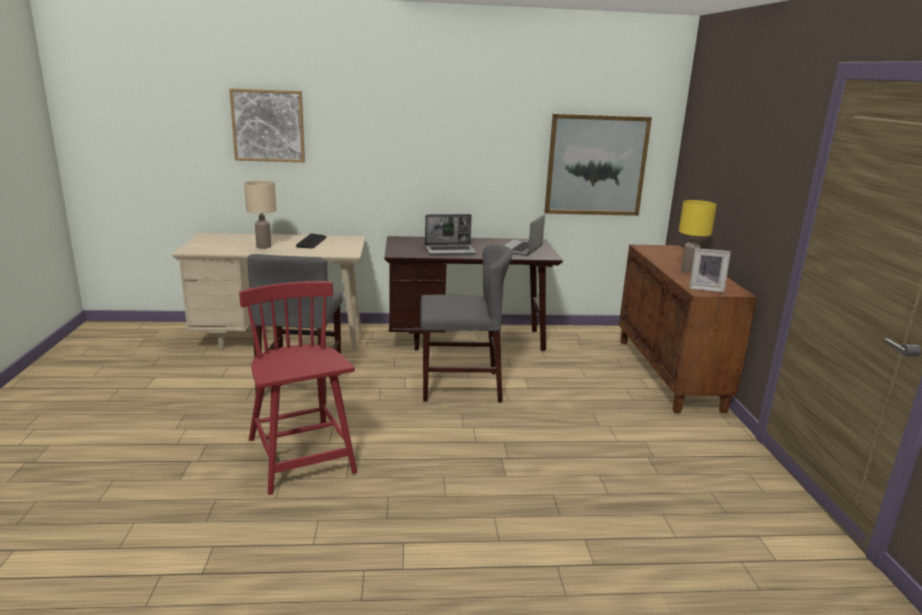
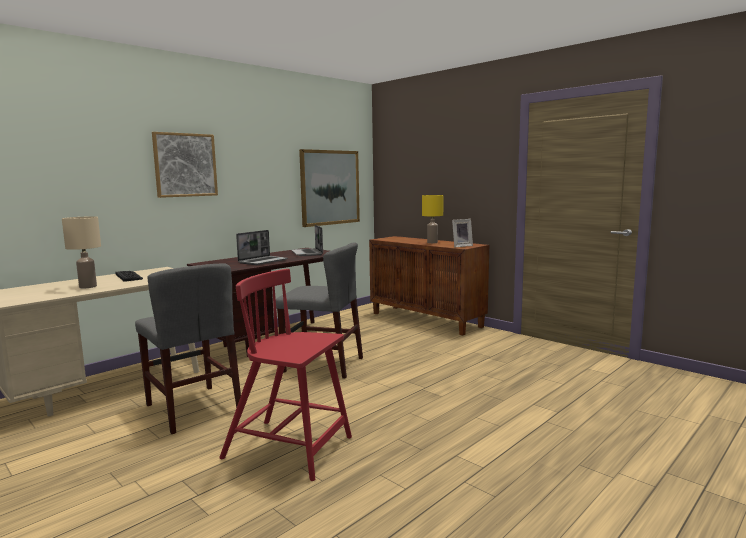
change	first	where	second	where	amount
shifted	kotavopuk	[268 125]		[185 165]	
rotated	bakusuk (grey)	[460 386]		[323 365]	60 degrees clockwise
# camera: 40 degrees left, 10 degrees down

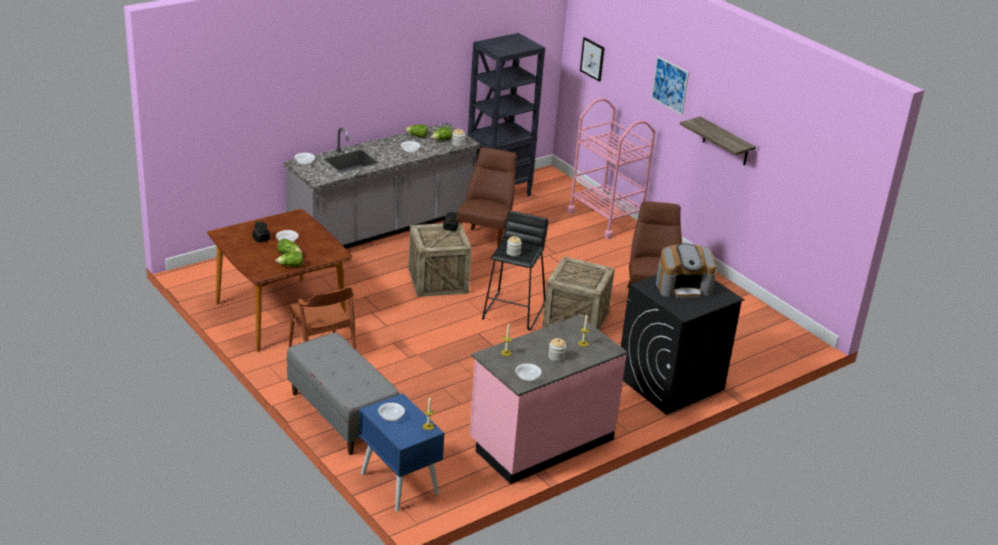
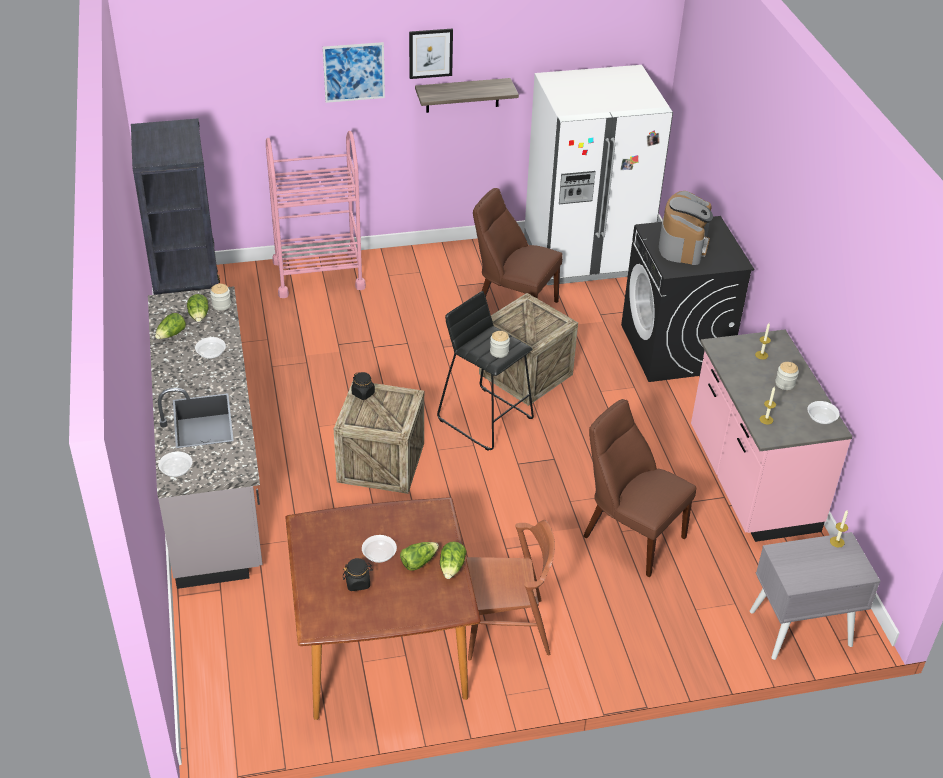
change	first	where	second	where	amount
gone	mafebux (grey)	[341 415]			
gone	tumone	[391 417]			
new			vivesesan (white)	[585 256]	
shifted	bakusuk (brown)	[485 242]		[630 534]	
shifted	kotavopuk	[592 59]		[430 53]	
repainted	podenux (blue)	[399 483]	podenux (grey)	[800 628]	
# camera: 65 degrees left, 10 degrees up

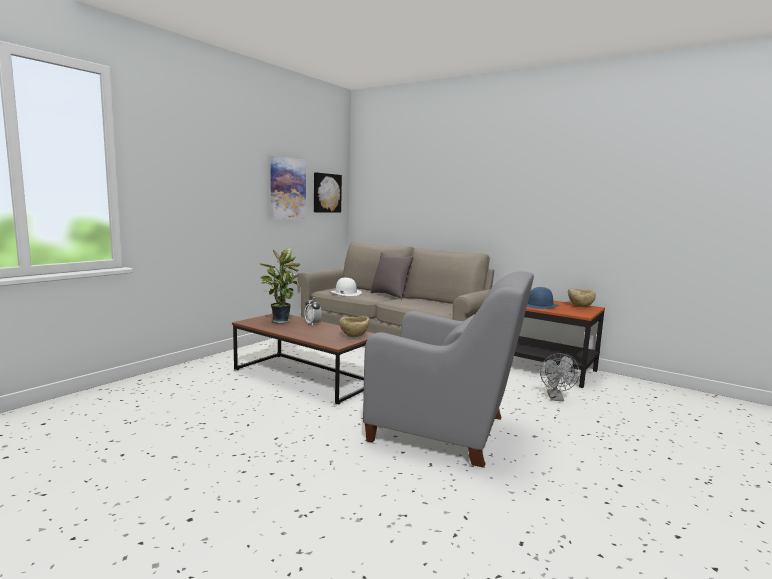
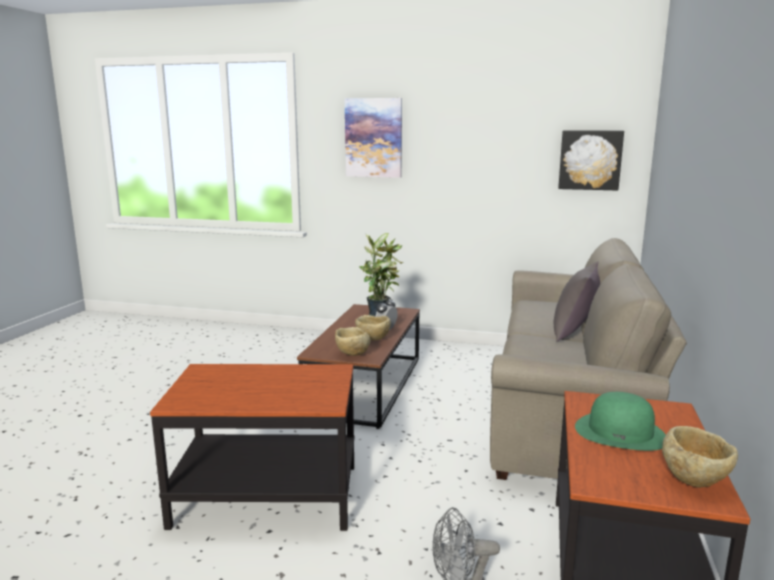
change	first	where	second	where	amount
gone	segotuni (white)	[346 292]			
new			tumone (beige)	[373 340]	
shifted	kotavopuk	[287 188]		[373 138]	
swapped	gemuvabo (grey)	[445 430]	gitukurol	[267 496]	
repainted	segotuni (blue)	[539 305]	segotuni (green)	[620 432]	
# camera: 70 degrees right, 5 degrees up

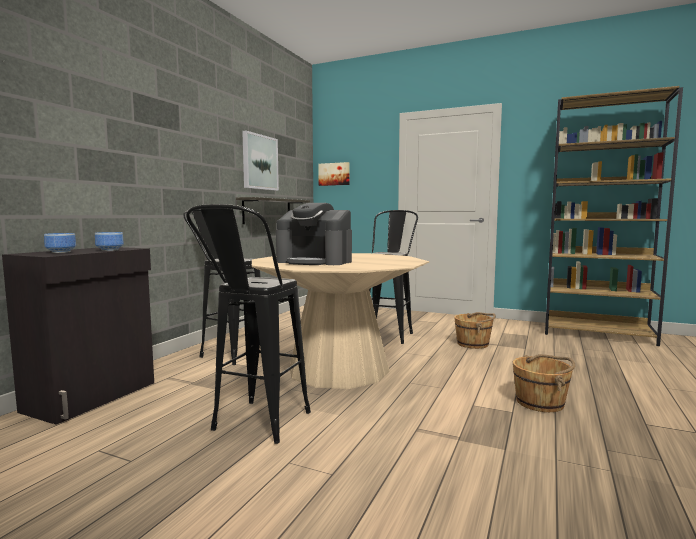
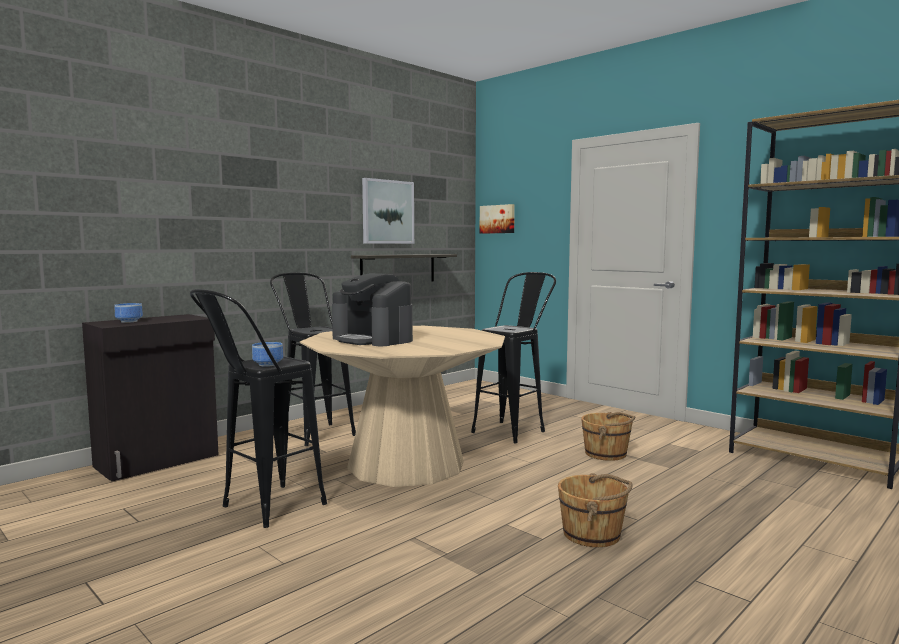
change	first	where	second	where	amount
shifted	tumone	[110 250]		[268 364]	
# camera: 20 degrees right, 0 degrees up

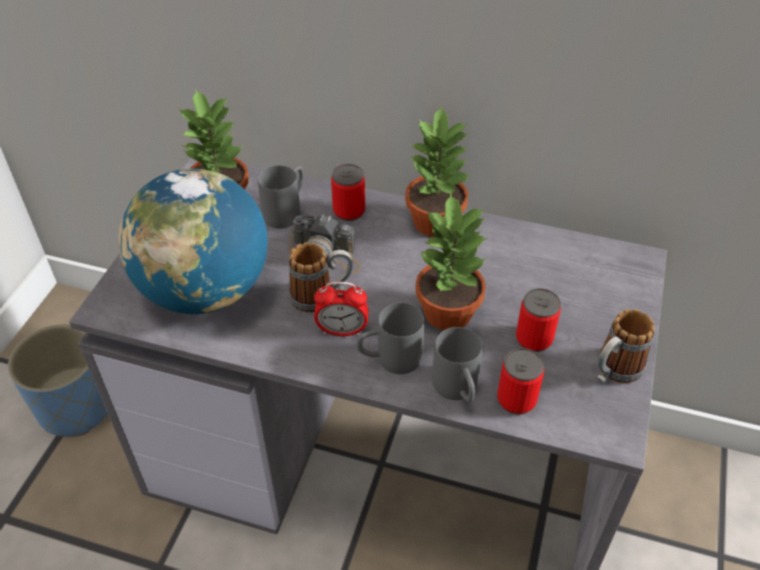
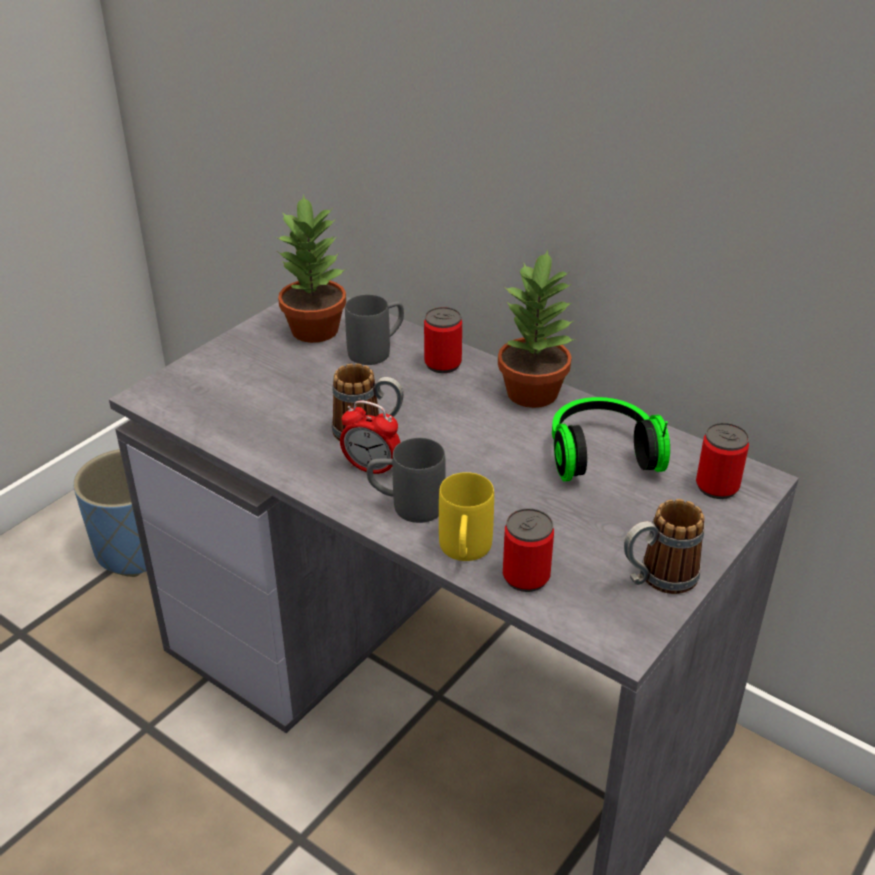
change	first	where	second	where	amount
gone	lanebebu	[206 291]			
gone	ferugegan	[326 253]			
gone	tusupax	[449 312]			
new			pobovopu	[601 454]	
shifted	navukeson	[534 339]		[717 486]	
repainted	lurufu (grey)	[458 391]	lurufu (yellow)	[464 552]	
# camera: 20 degrees right, 10 degrees down

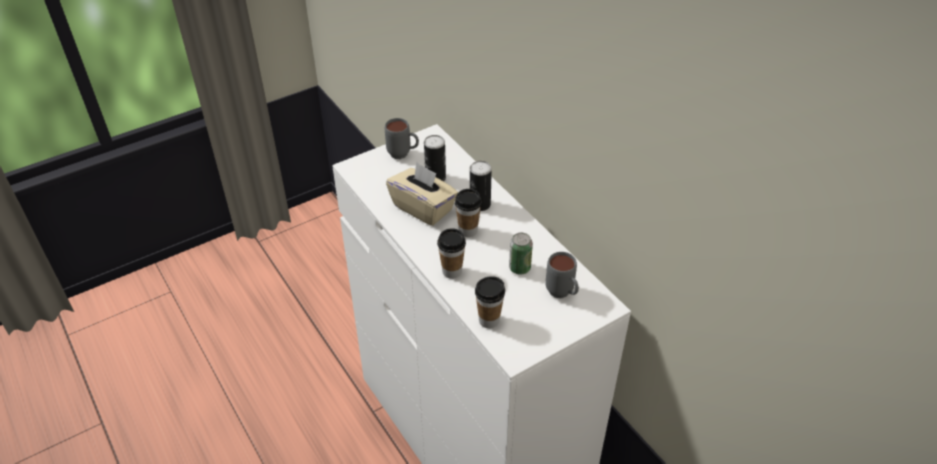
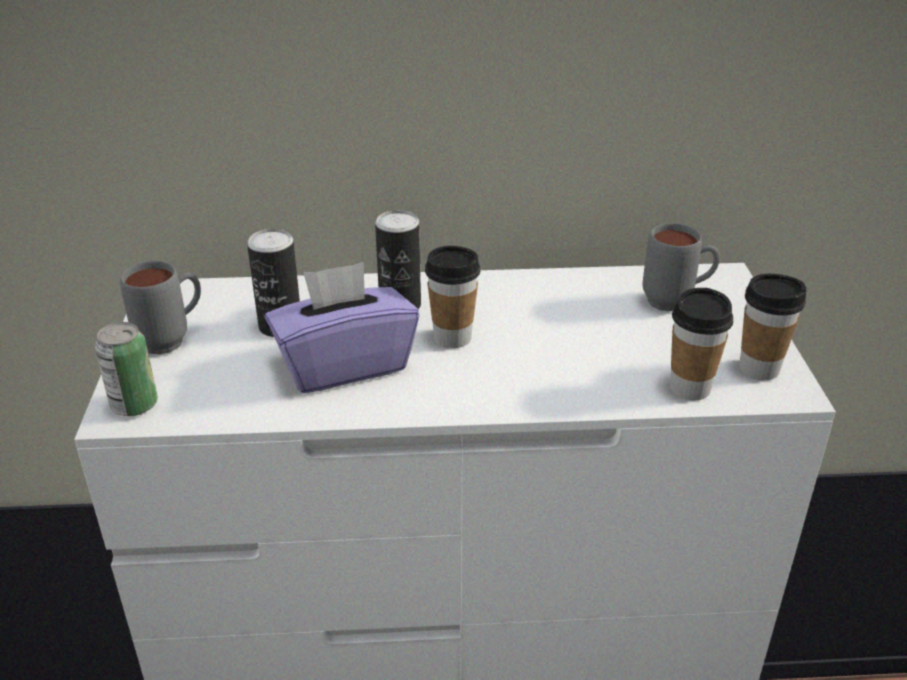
change	first	where	second	where	amount
shifted	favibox	[452 271]		[759 368]	
shifted	navukeson	[519 268]		[134 405]	
repainted	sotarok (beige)	[423 208]	sotarok (purple)	[344 364]	
# camera: 60 degrees left, 10 degrees down

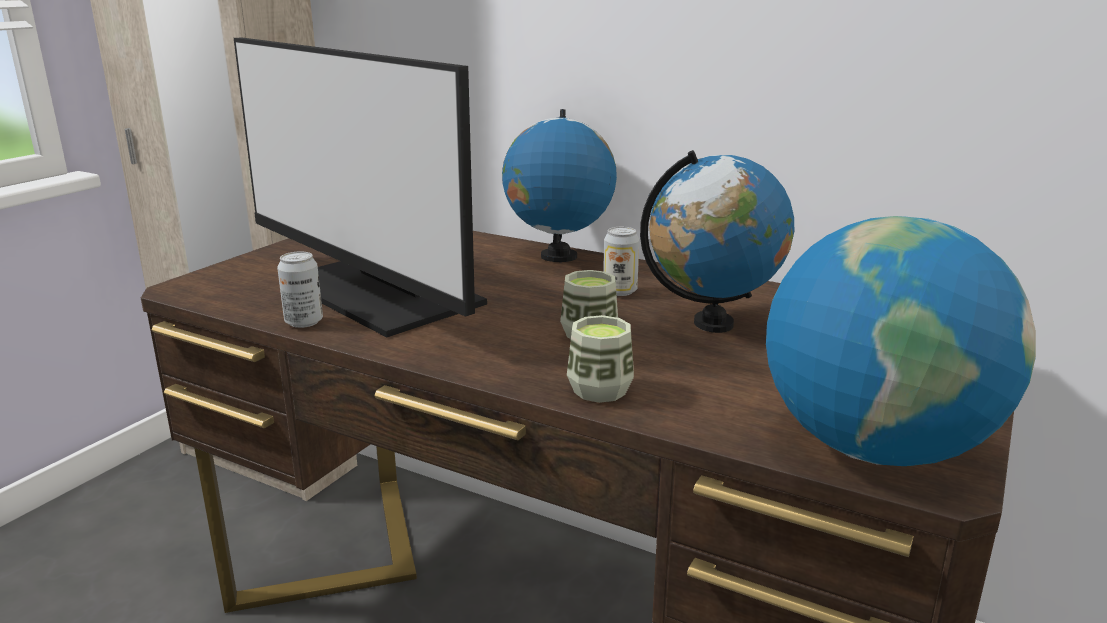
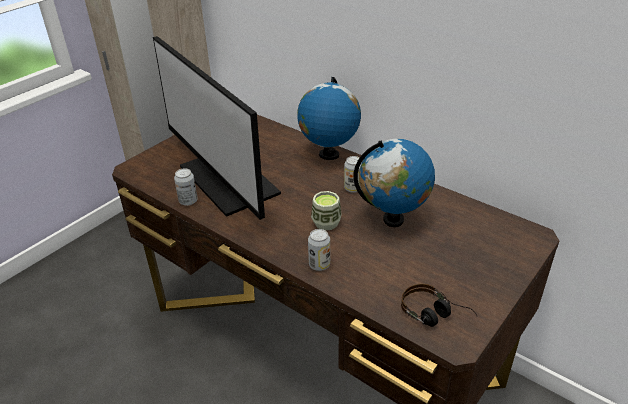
change	first	where	second	where	amount
swapped	favibox	[599 390]	navukeson	[319 265]	
swapped	lanebebu	[875 447]	pobovopu	[436 316]	
# camera: 10 degrees right, 15 degrees up

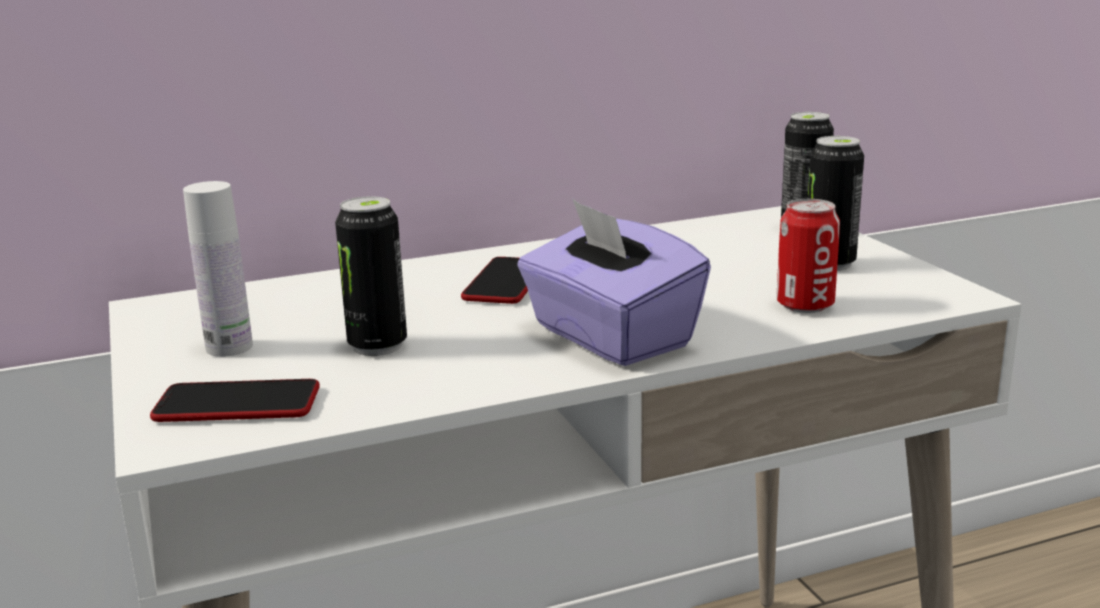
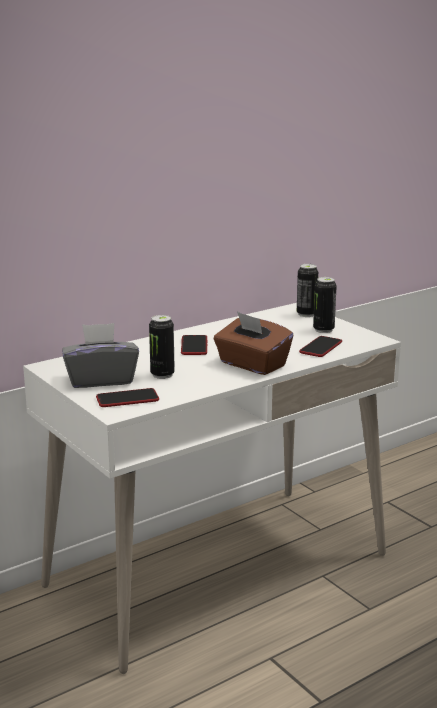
change	first	where	second	where	amount
swapped	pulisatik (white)	[229 347]	sotarok (grey)	[101 380]	
swapped	navukeson	[805 305]	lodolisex	[320 347]	
repainted	sotarok (purple)	[609 337]	sotarok (brown)	[252 365]	
# camera: 15 degrees left, 0 degrees up

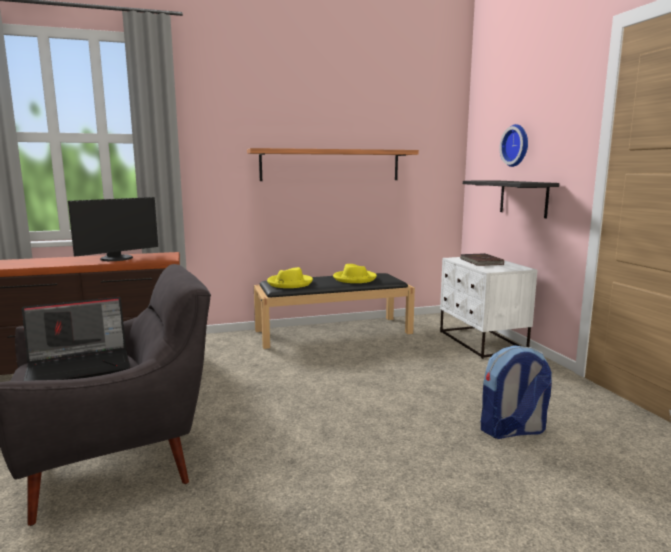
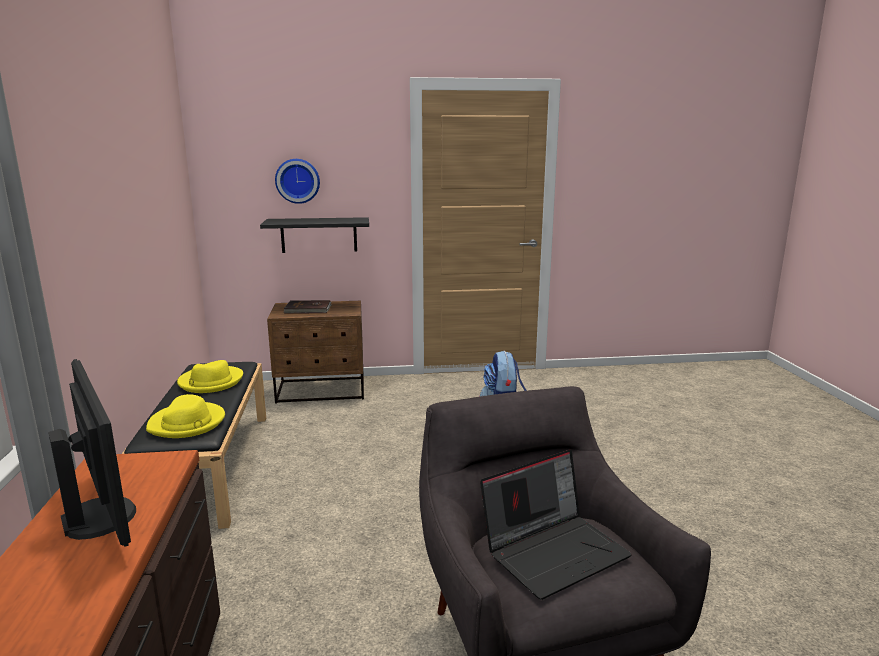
change	first	where	second	where	amount
gone	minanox	[331 165]			
repainted	podenux (white)	[481 342]	podenux (brown)	[322 391]	
rotated	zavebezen	[80 365]		[554 550]	75 degrees clockwise
# camera: 80 degrees left, 5 degrees up

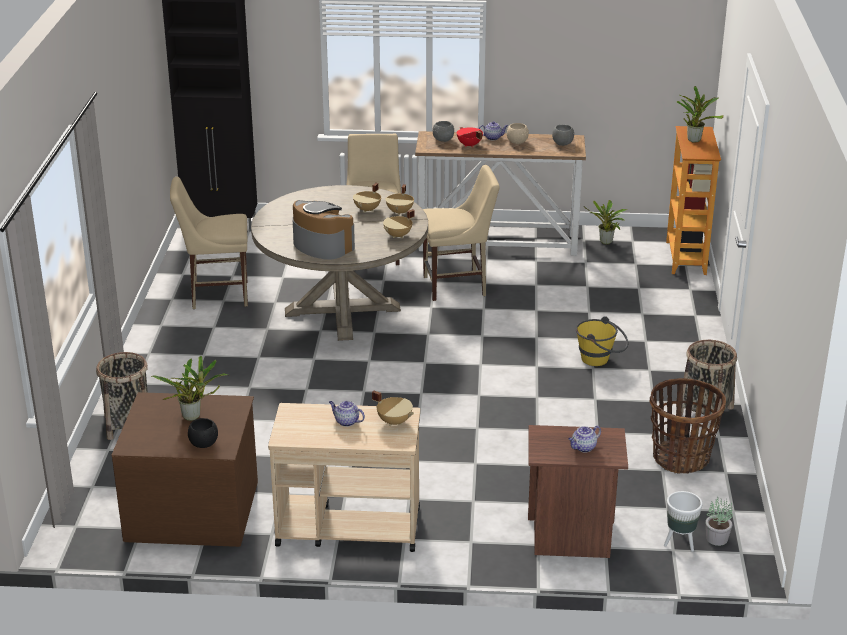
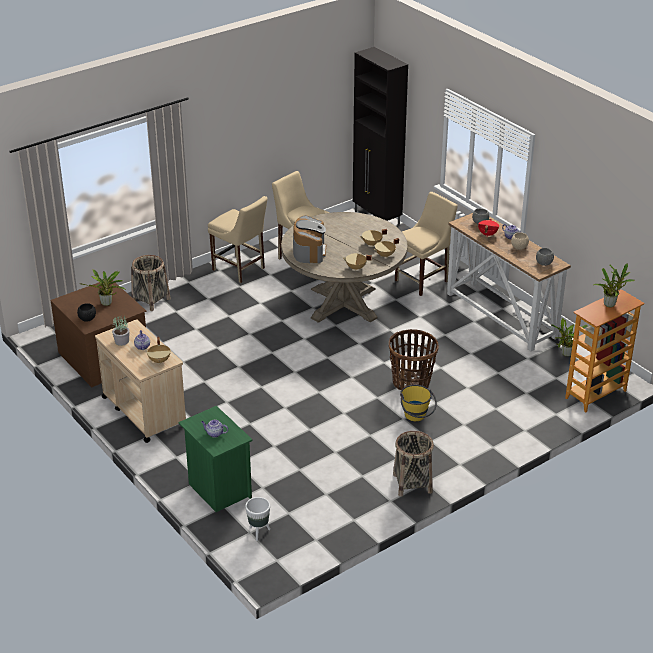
change	first	where	second	where	amount
shifted	bakusuk (beige)	[458 286]		[240 270]	
shifted	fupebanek	[681 458]		[411 382]	
shifted	tusupax	[717 538]		[122 341]	
repainted	podenux (brown)	[570 538]	podenux (green)	[218 490]	
# camera: 50 degrees right, 5 degrees up

